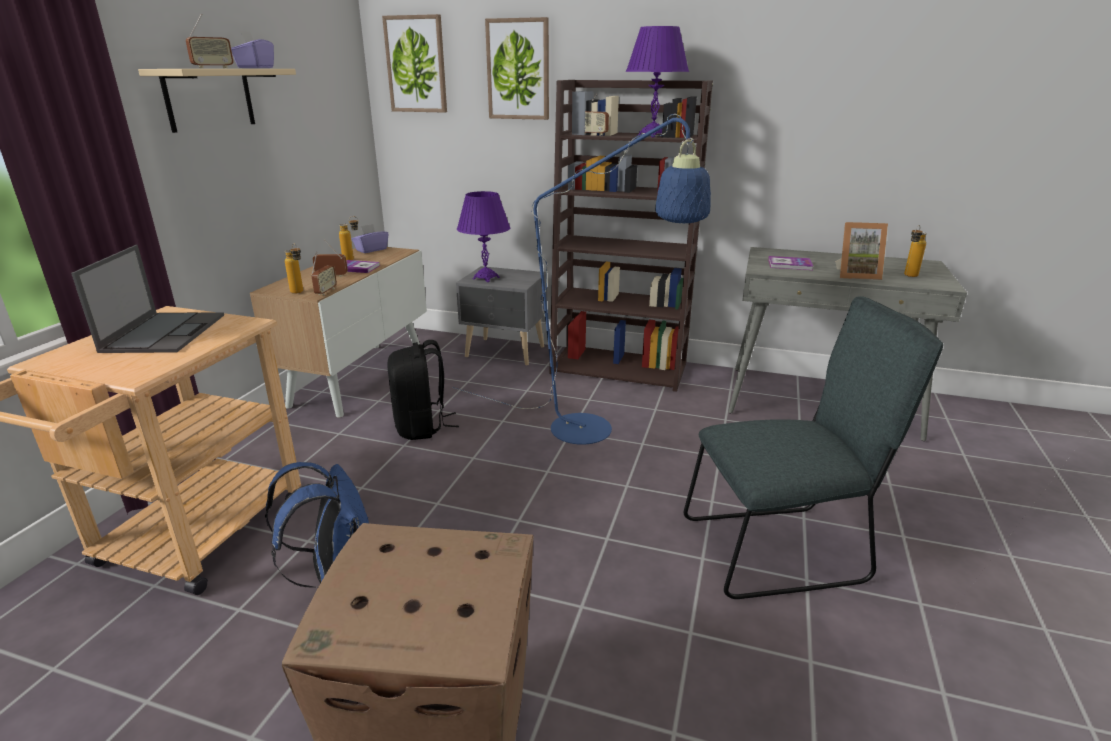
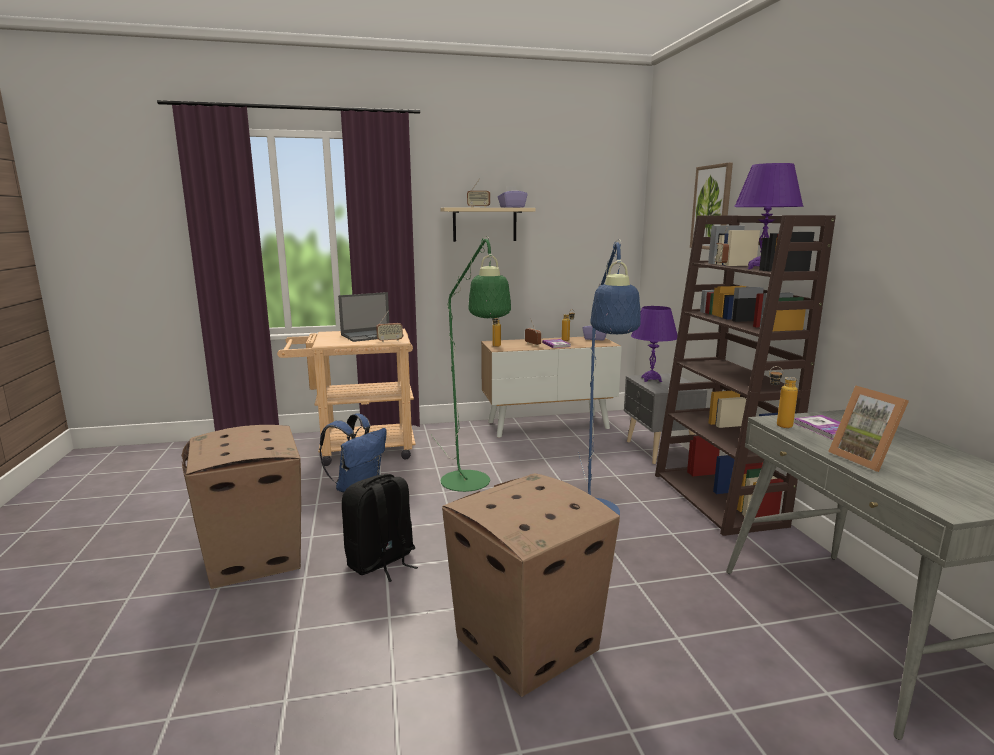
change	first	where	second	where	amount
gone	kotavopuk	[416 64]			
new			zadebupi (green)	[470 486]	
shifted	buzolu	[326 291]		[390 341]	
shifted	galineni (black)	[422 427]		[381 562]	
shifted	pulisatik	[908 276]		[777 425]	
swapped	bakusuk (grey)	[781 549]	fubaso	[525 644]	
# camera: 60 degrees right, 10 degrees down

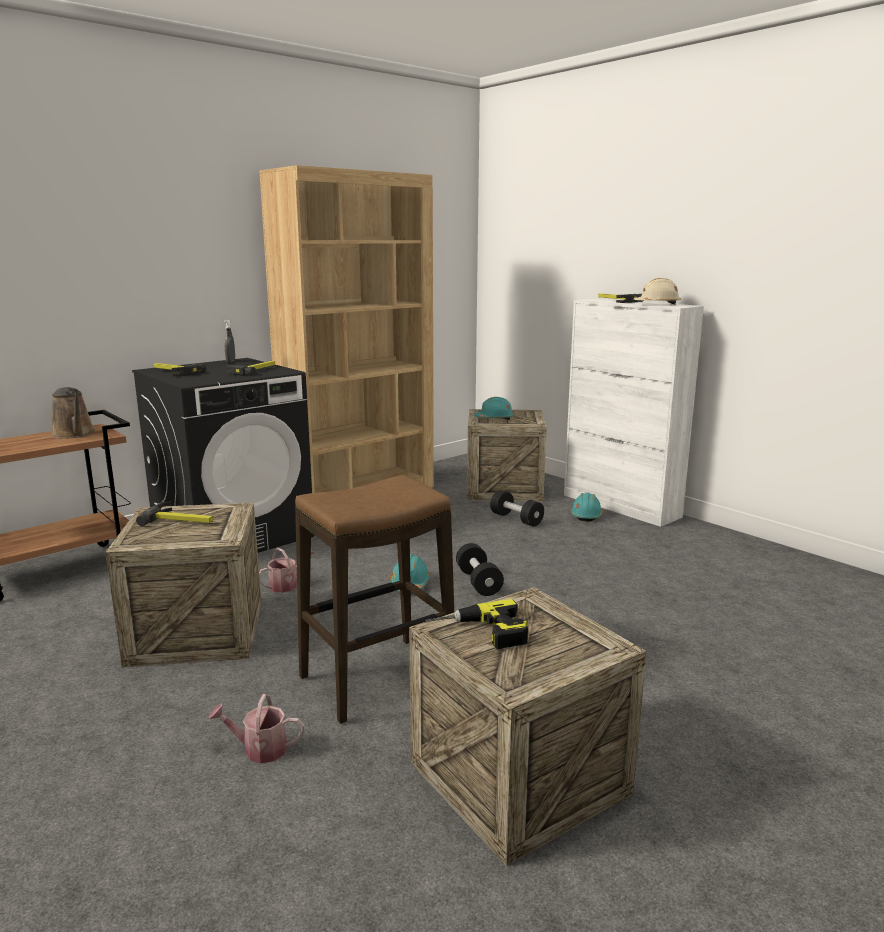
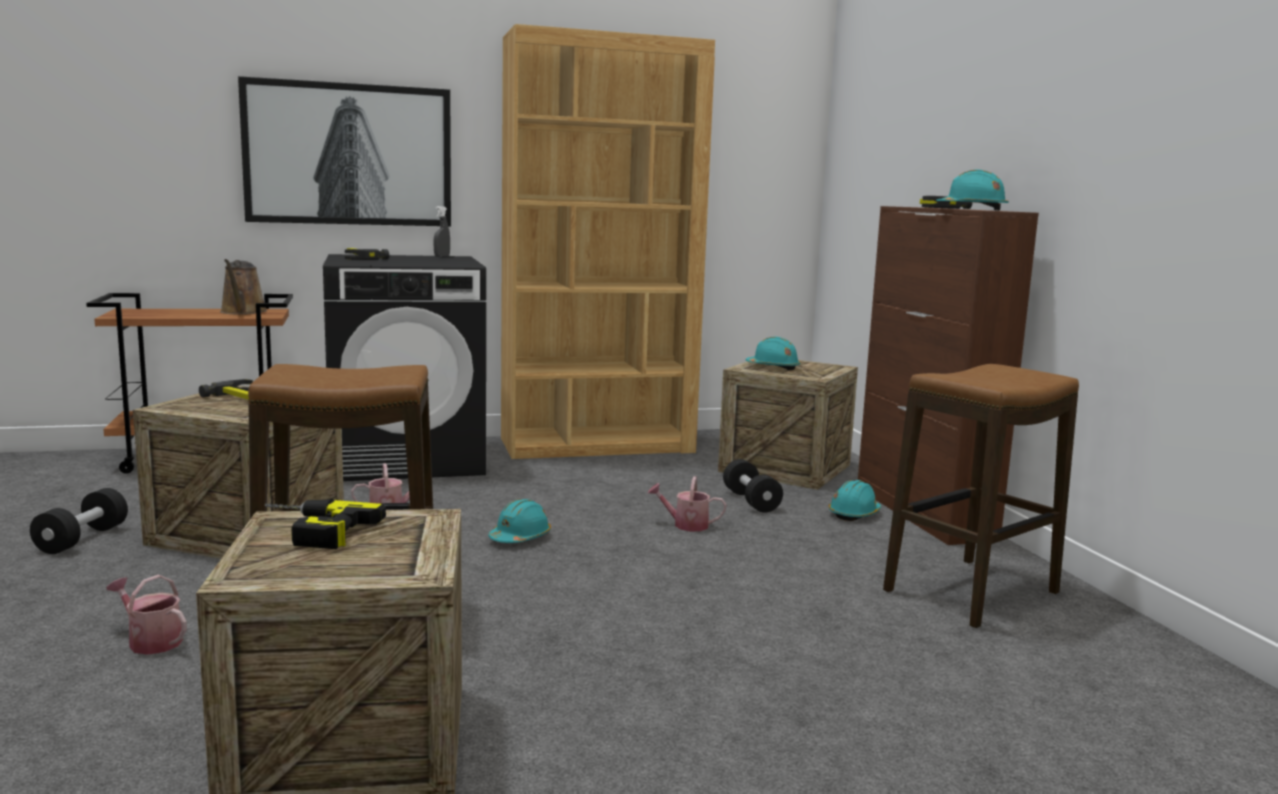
change	first	where	second	where	amount
gone	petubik	[254 370]			
new			kotavopuk	[349 154]	
new			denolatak	[686 525]	
new			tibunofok	[971 592]	
shifted	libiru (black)	[478 582]		[82 539]	
repainted	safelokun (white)	[621 506]	safelokun (brown)	[923 513]	
repainted	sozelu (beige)	[657 304]	sozelu (turquoise)	[972 209]	
# camera: 25 degrees right, 5 degrees down

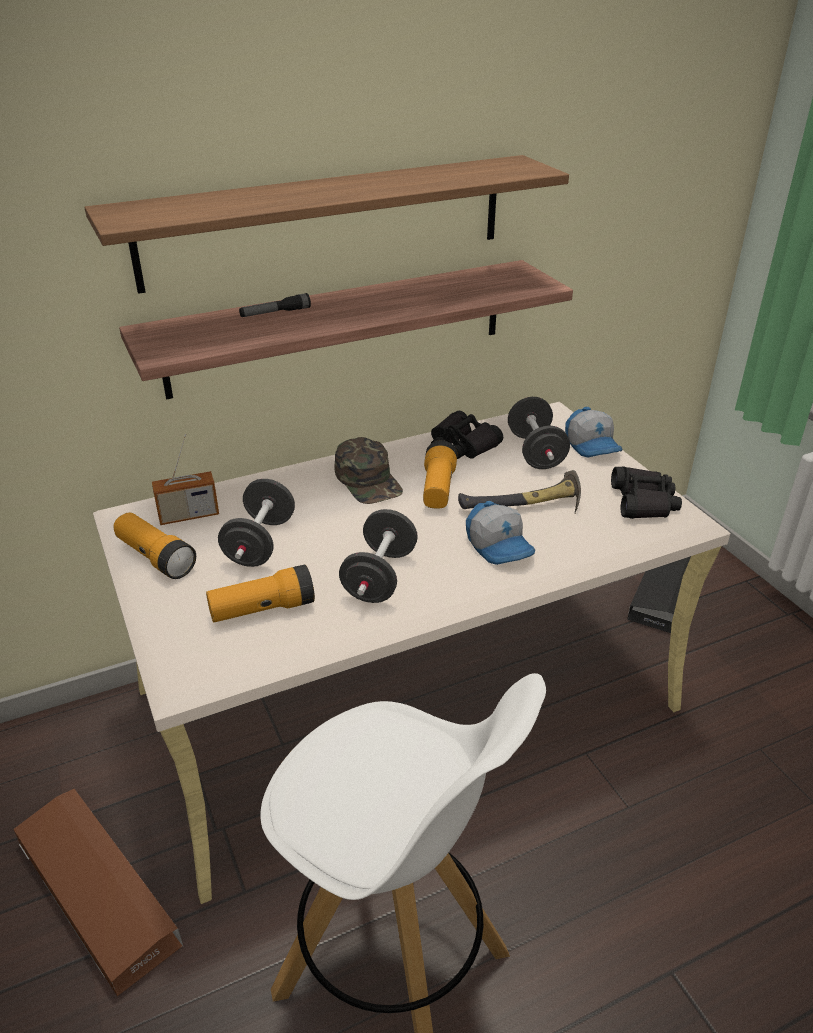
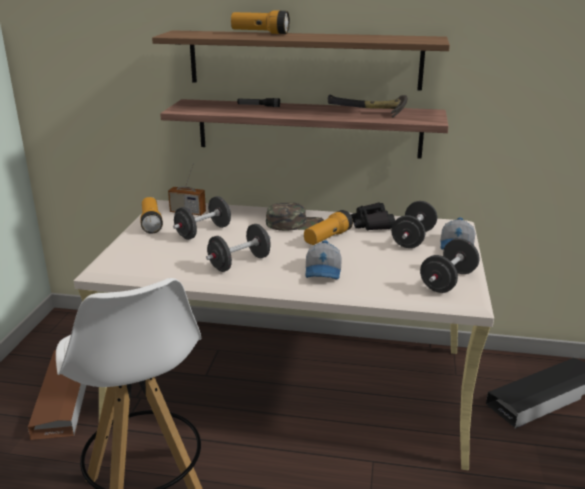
change	first	where	second	where	amount
shifted	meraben	[262 609]		[260 33]	
shifted	petubik	[525 508]		[367 112]	
swapped	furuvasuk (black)	[643 502]	libiru (black)	[448 281]	
rotated	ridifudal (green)	[368 480]		[294 224]	105 degrees counterclockwise
# camera: 35 degrees right, 10 degrees down

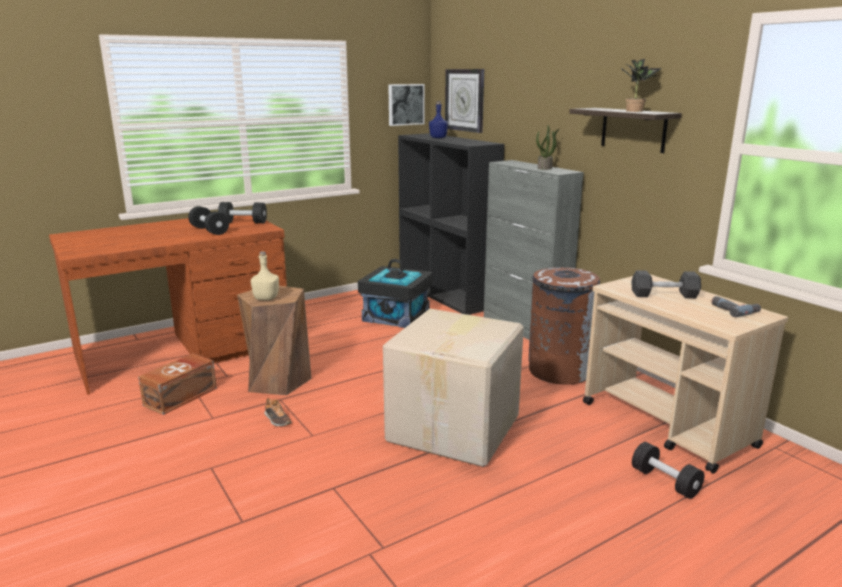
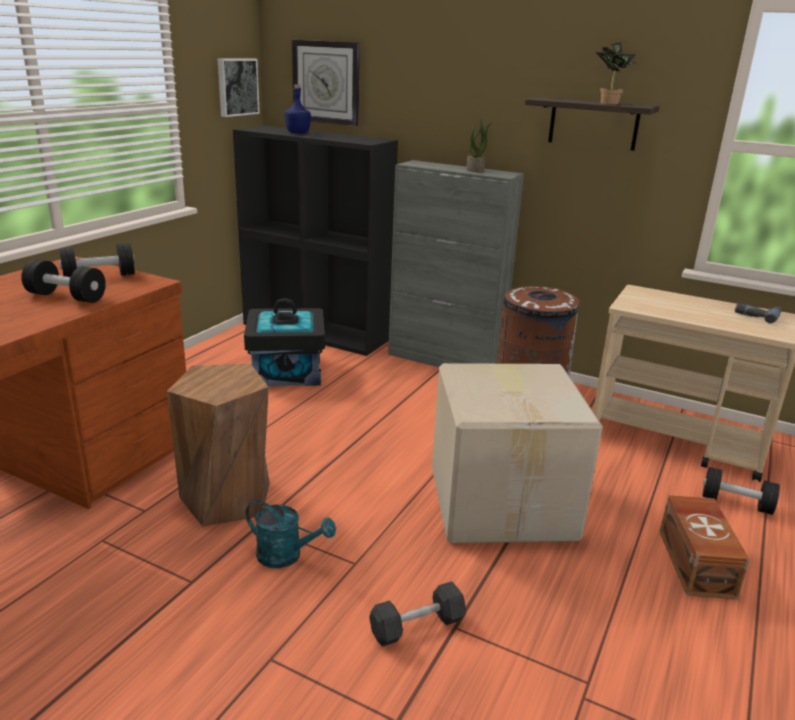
change	first	where	second	where	amount
gone	pulisatik (beige)	[267 298]			
shifted	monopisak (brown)	[182 396]		[697 562]	
shifted	libiru (black)	[664 295]		[417 626]	
swapped	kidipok	[277 420]	denolatak (turquoise)	[286 556]	
# camera: 30 degrees left, 5 degrees up

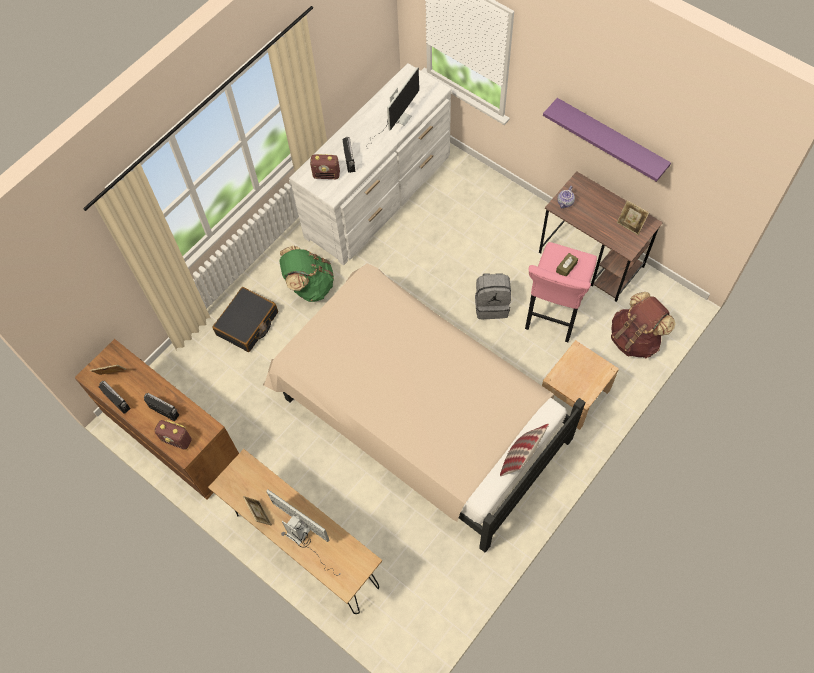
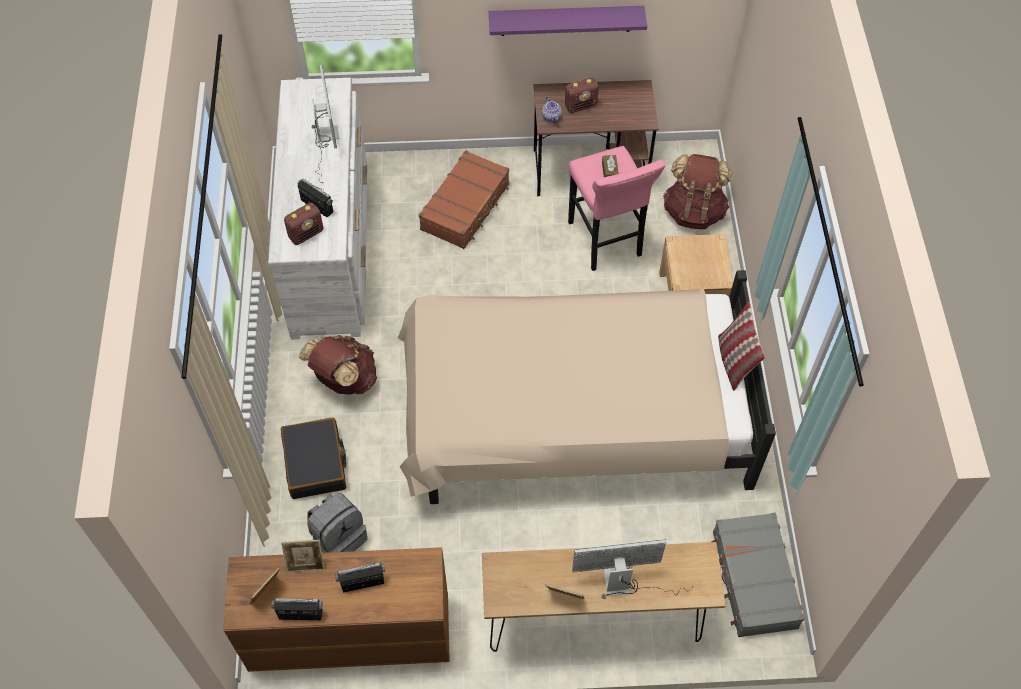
change	first	where	second	where	amount
new			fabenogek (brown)	[466 207]	
new			fabenogek (grey)	[753 580]	
shifted	buzolu	[177 440]		[581 106]	
shifted	galineni (grey)	[492 305]		[339 537]	
shifted	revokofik	[630 225]		[306 564]	
repainted	galineni (green)	[309 285]	galineni (brown)	[344 380]	
# camera: 45 degrees left, 5 degrees down

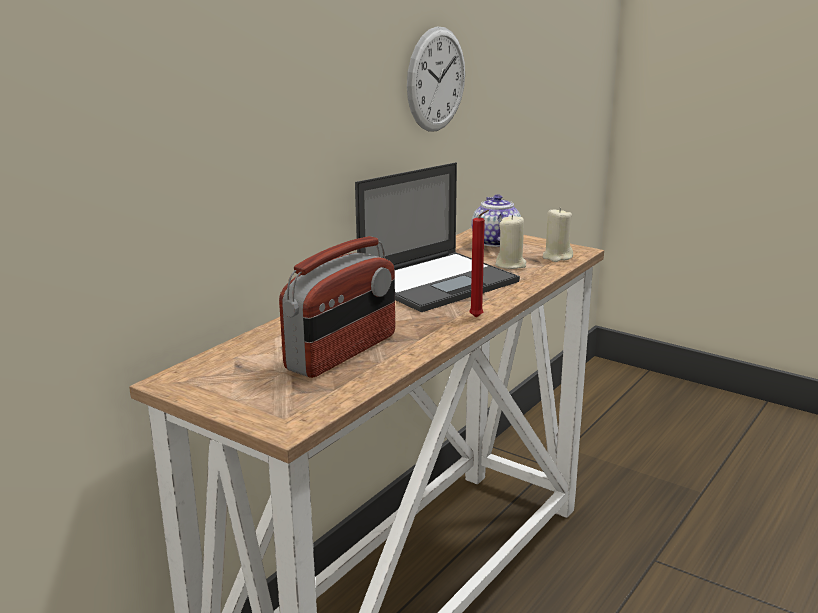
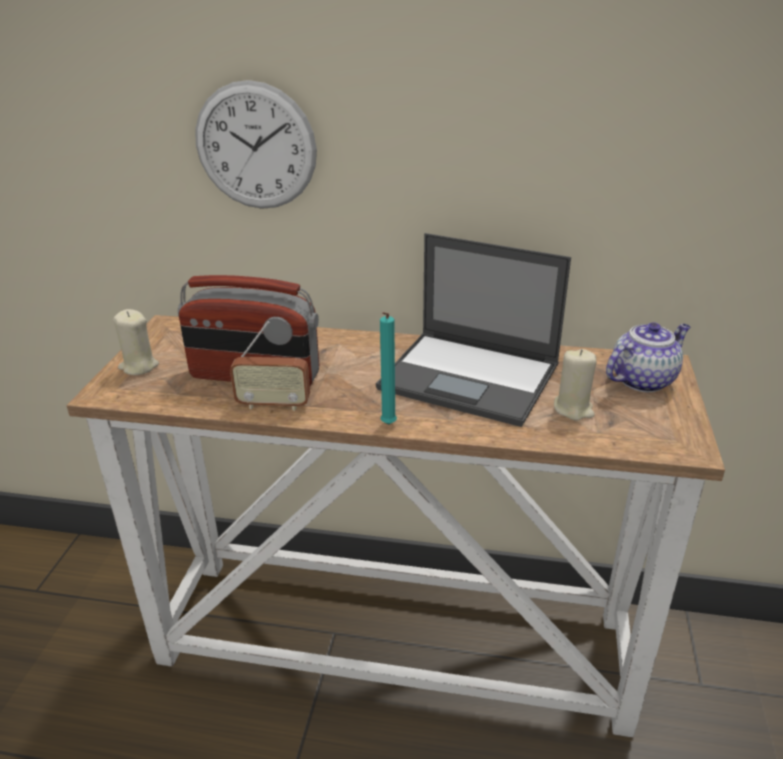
change	first	where	second	where	amount
new			buzolu	[273 405]	
shifted	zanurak	[436 79]		[255 147]	
shifted	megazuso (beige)	[557 257]		[139 366]	
repainted	megazuso (red)	[478 318]	megazuso (turquoise)	[387 425]	
# camera: 65 degrees right, 10 degrees up

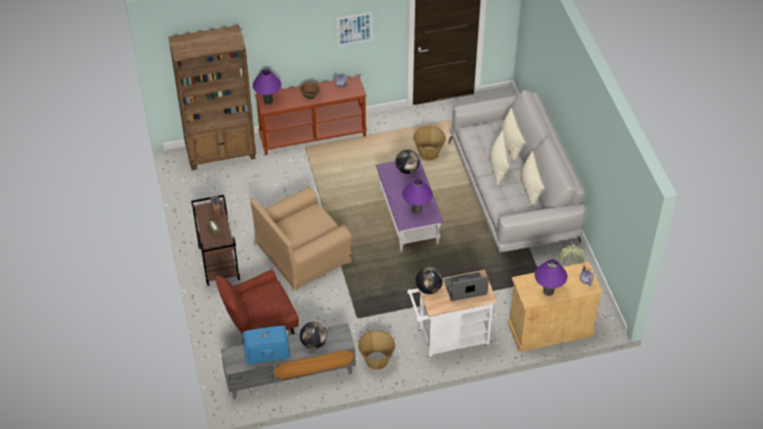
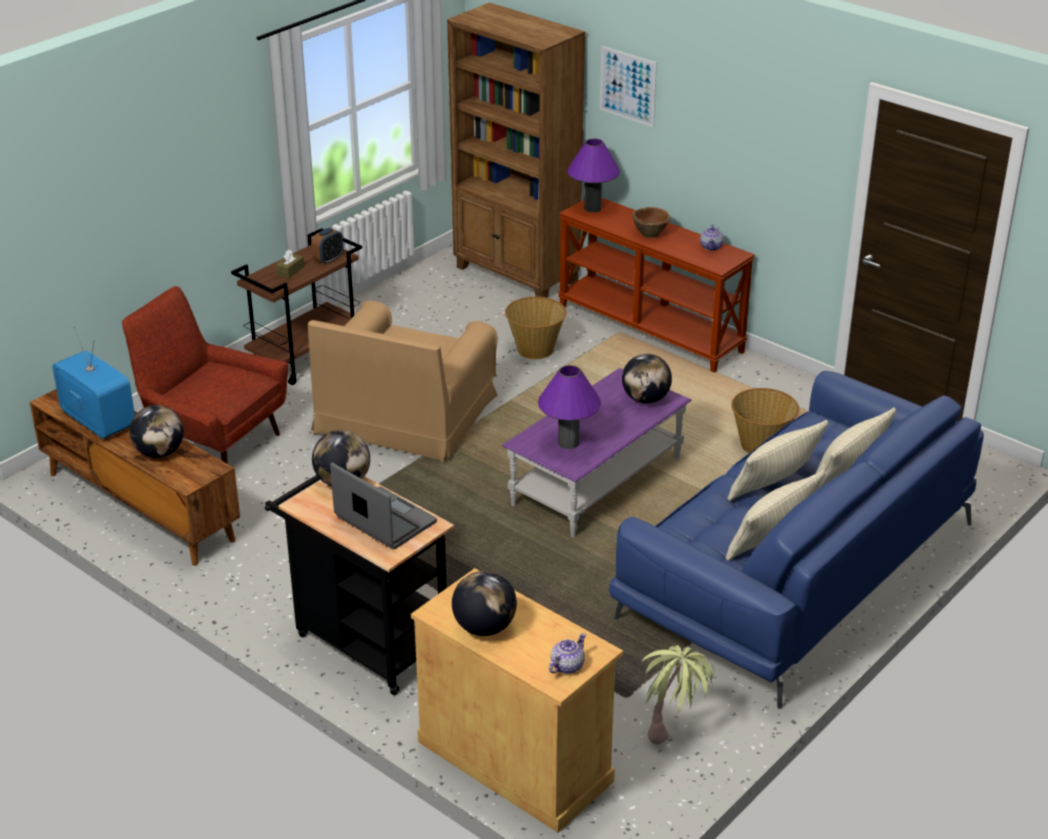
change	first	where	second	where	amount
shifted	kotavopuk	[354 29]		[628 86]	
shifted	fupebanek	[376 360]		[535 349]	
swapped	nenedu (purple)	[548 291]	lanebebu	[484 627]	
repainted	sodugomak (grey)	[289 376]	sodugomak (brown)	[139 506]	
repainted	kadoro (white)	[448 340]	kadoro (black)	[365 641]	
repainted	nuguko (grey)	[513 192]	nuguko (blue)	[795 571]	
rotated	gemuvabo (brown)	[302 251]		[405 415]	90 degrees counterclockwise
# camera: 55 degrees right, 15 degrees down

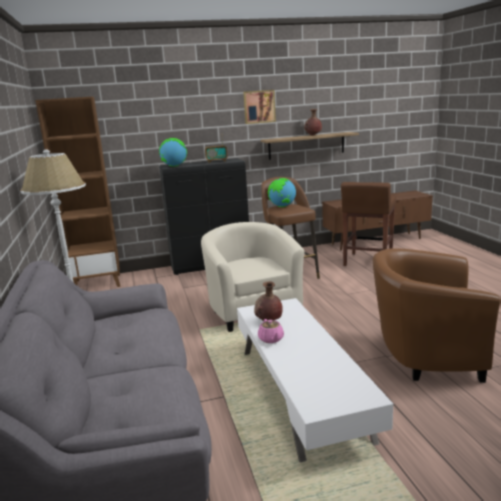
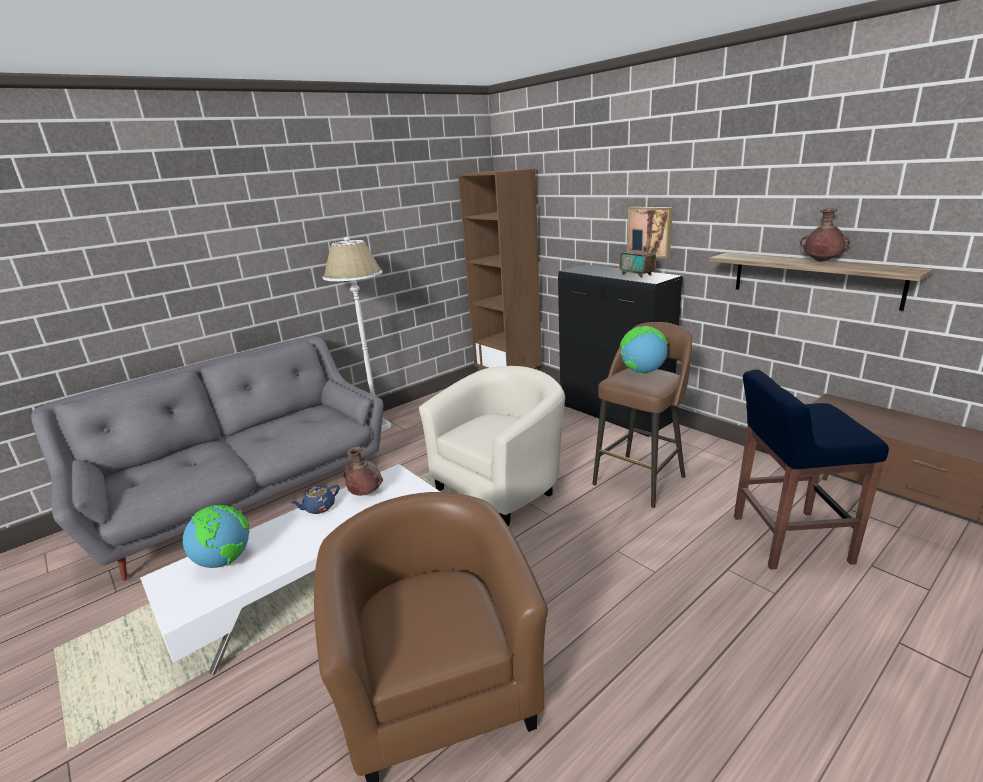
change	first	where	second	where	amount
shifted	lanebebu	[174 166]		[225 561]	
shifted	kotavopuk	[259 106]		[650 231]	
repainted	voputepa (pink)	[271 339]	voputepa (blue)	[319 508]	
repainted	tibunofok (brown)	[367 261]	tibunofok (blue)	[788 539]	
# camera: 65 degrees right, 5 degrees up

